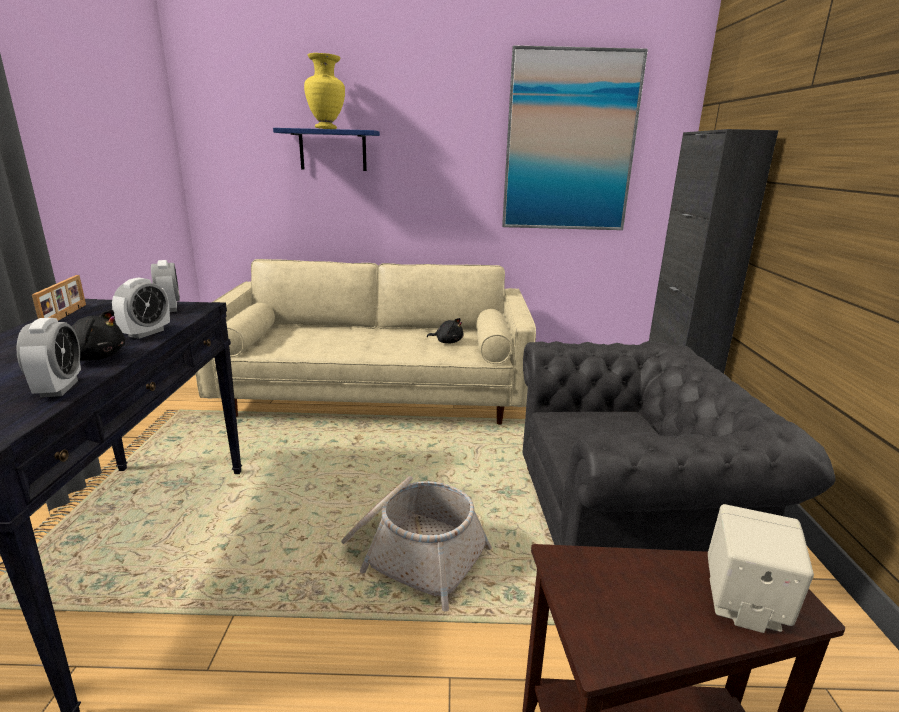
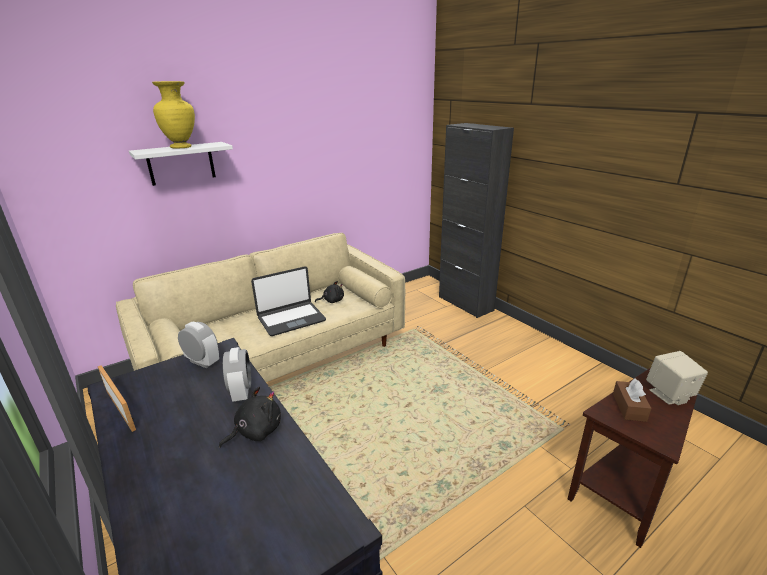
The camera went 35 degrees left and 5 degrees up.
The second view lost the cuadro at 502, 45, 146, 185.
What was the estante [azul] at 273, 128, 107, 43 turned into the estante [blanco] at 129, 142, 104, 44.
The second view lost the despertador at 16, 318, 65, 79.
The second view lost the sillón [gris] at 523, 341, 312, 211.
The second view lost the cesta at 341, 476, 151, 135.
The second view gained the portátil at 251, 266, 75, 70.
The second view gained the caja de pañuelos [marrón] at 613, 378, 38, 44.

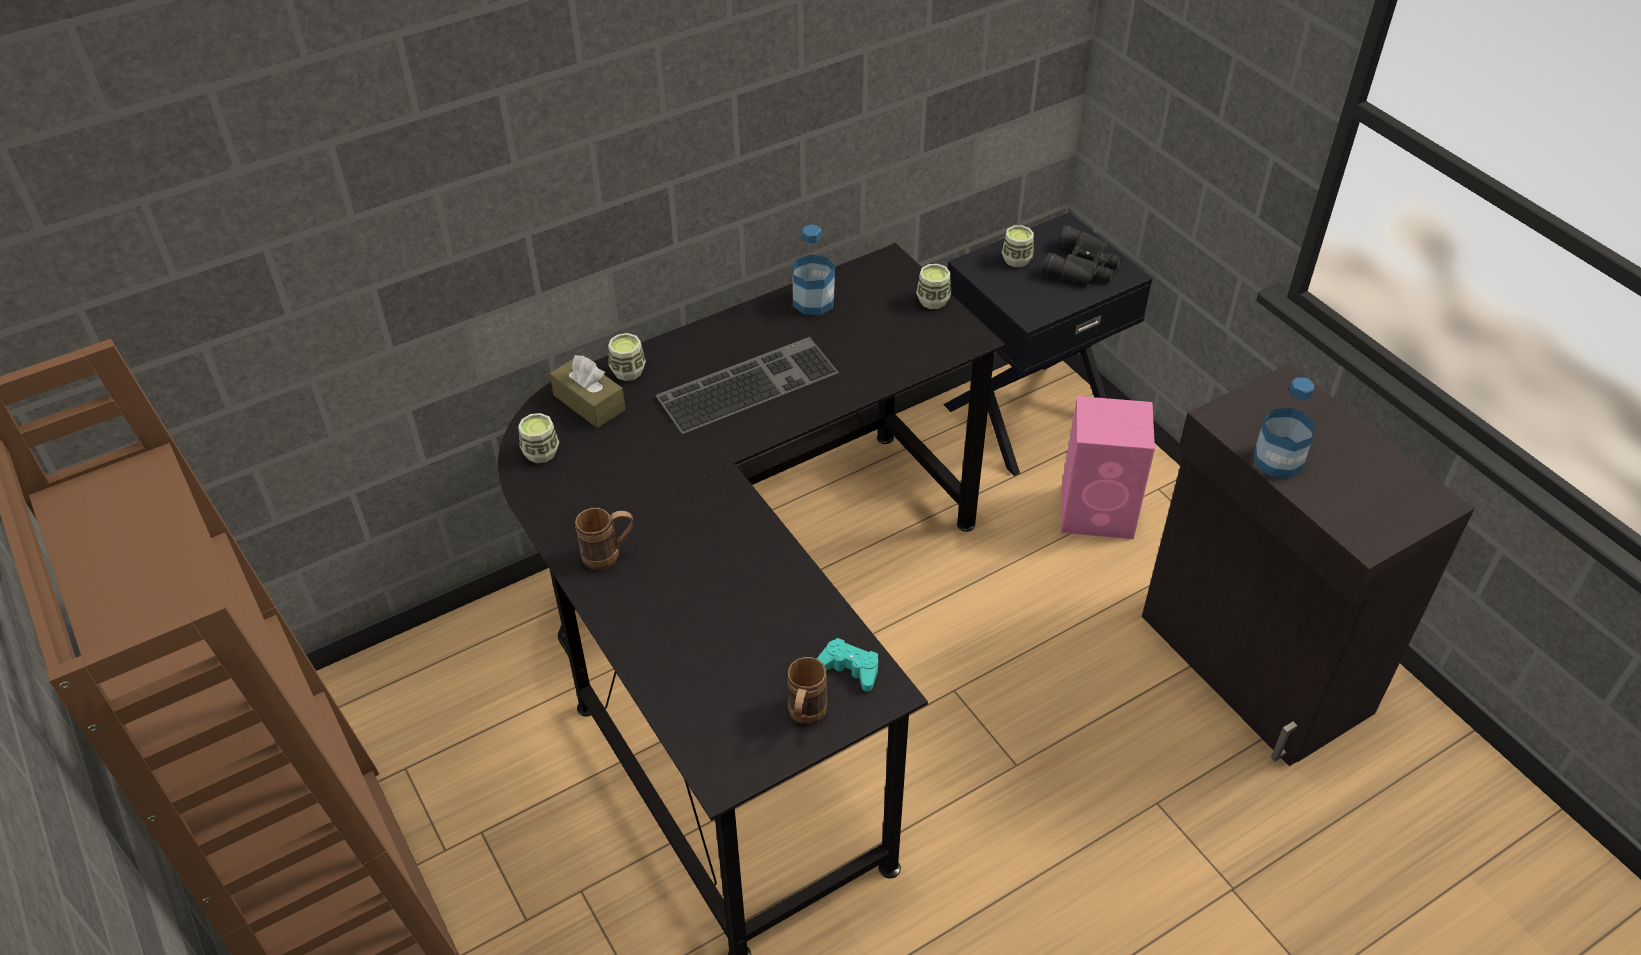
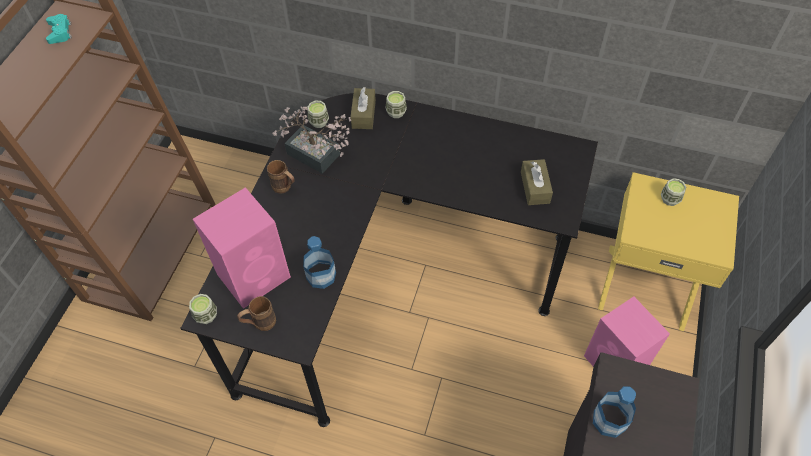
The camera went 50 degrees right and 10 degrees up.
What was the mesita de noche [negro] at 943, 212, 209, 264 turned into the mesita de noche [amarillo] at 598, 172, 141, 159.
The botella ended up elsewhere, having gone from 792, 224, 43, 91 to 303, 236, 33, 53.
The second view lost the prismáticos [negro] at 1042, 225, 79, 59.
The taza ended up elsewhere, having gone from 916, 264, 35, 45 to 189, 294, 28, 30.
The second view lost the teclado at 656, 337, 183, 97.
The mando de consola [turquesa] ended up elsewhere, having gone from 817, 638, 61, 53 to 46, 14, 26, 30.
The second view gained the planta en maceta at 272, 107, 79, 67.
The second view gained the caja de pañuelos [marrón] at 521, 159, 32, 46.
The second view gained the altavoz [rosa] at 193, 187, 98, 122.

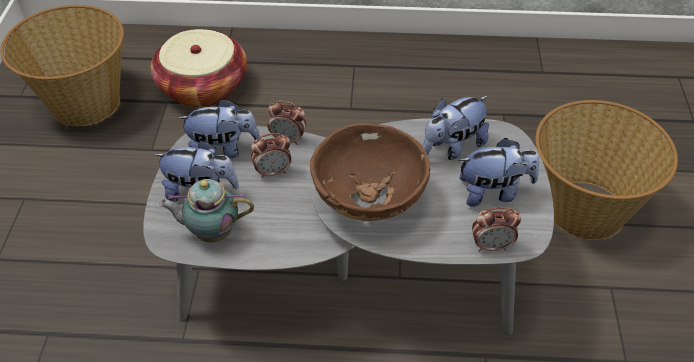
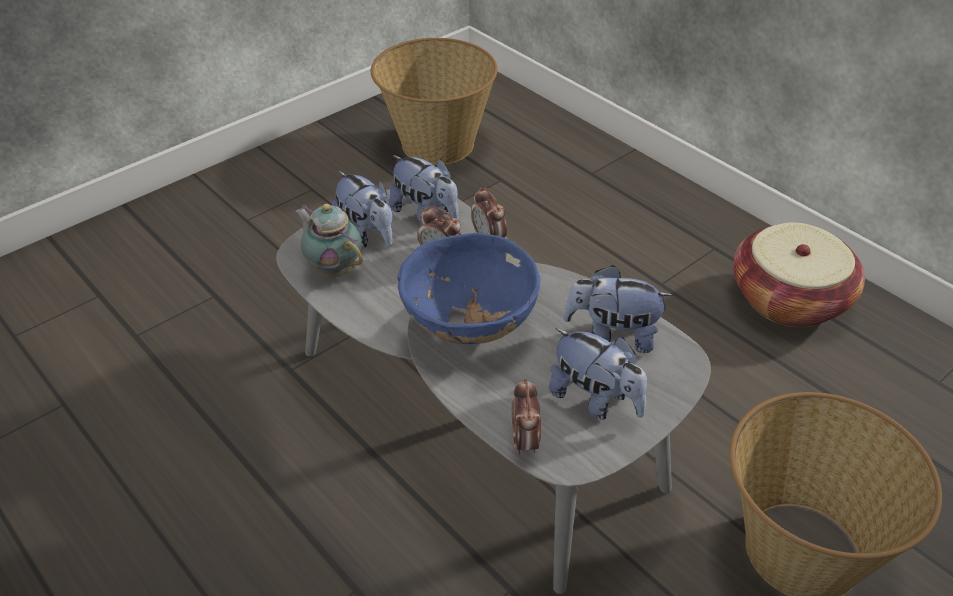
The camera went 45 degrees right and 5 degrees down.
The cesta ended up elsewhere, having gone from 151, 29, 96, 78 to 733, 223, 132, 104.
What was the cuenco [marrón] at 310, 123, 120, 98 turned into the cuenco [azul] at 397, 233, 144, 111.
The despertador at 472, 207, 49, 45 ended up facing another way, 45 degrees clockwise from before.

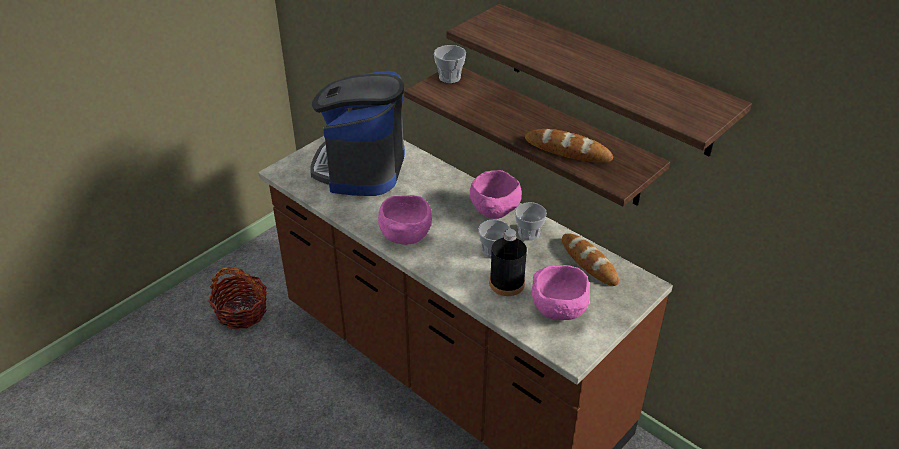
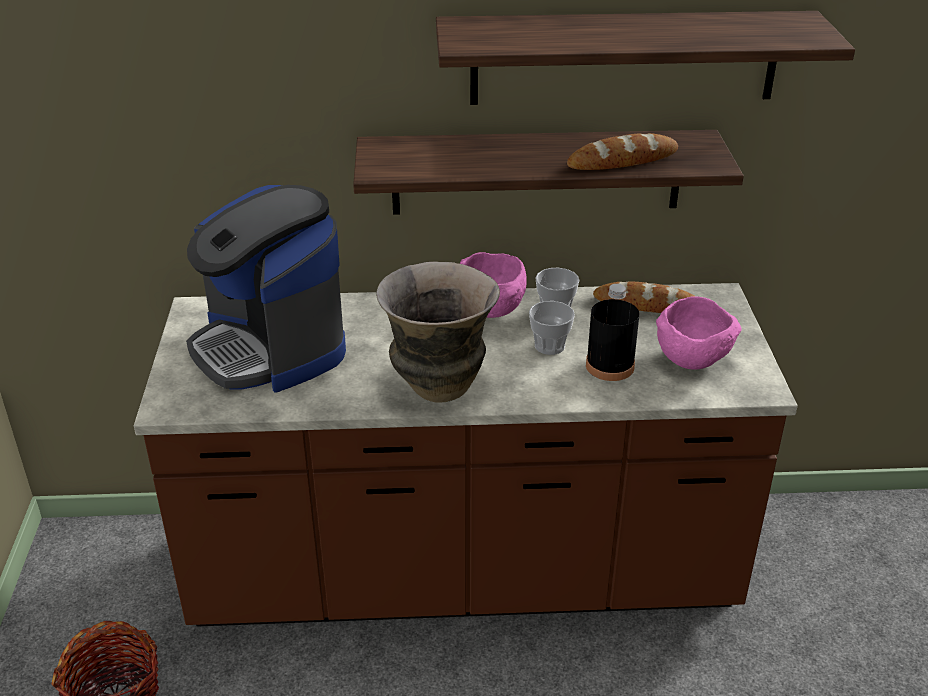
The camera went 45 degrees left and 5 degrees down.
The second view lost the taza at 434, 45, 32, 38.
Where the cuenco [rosa] stood at 378, 195, 54, 50, the florero came to stand at 376, 261, 124, 141.

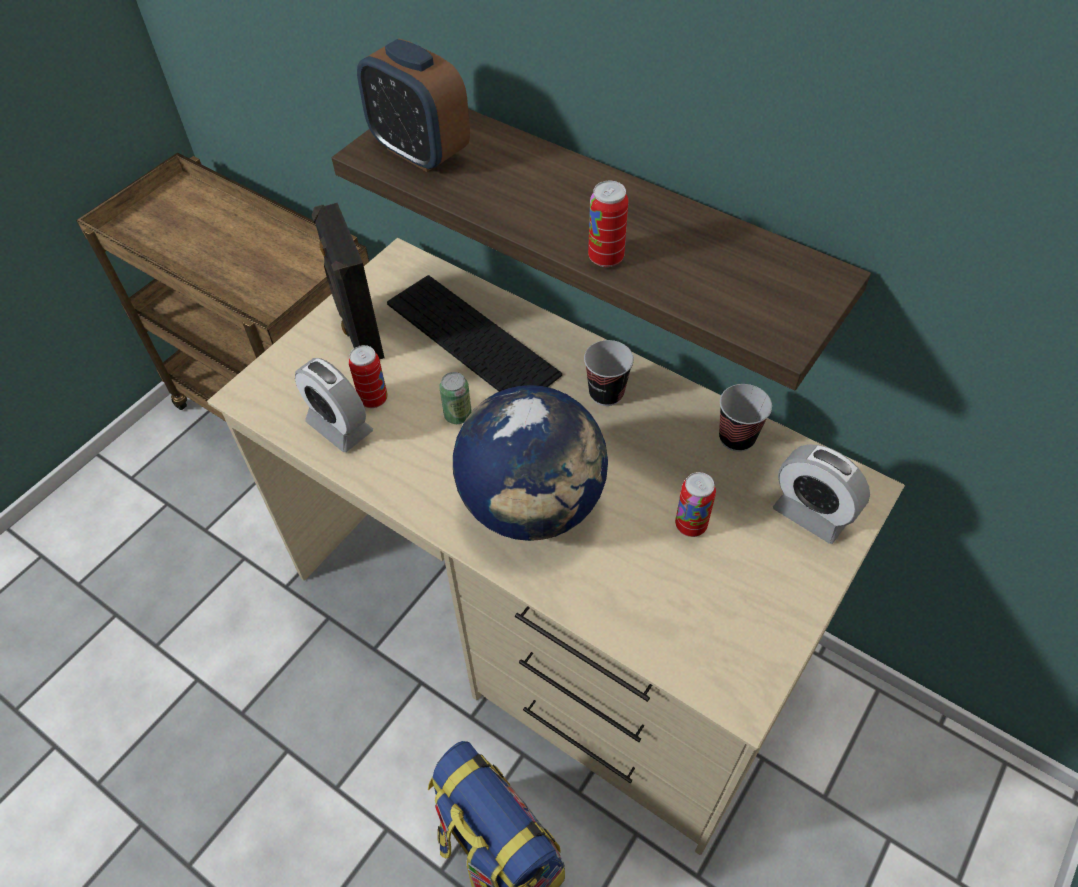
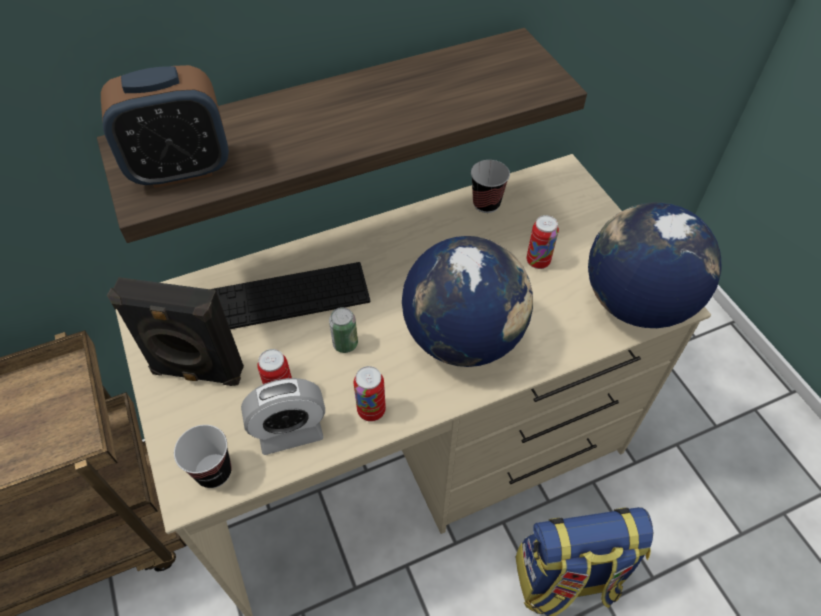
The camera went 60 degrees left and 0 degrees up.
The lata ended up elsewhere, having gone from 588, 181, 40, 86 to 354, 366, 32, 56.
The taza ended up elsewhere, having gone from 584, 340, 50, 66 to 174, 425, 58, 63.
The second view lost the despertador at 773, 444, 97, 100.
The second view gained the globo terráqueo at 588, 202, 133, 126.

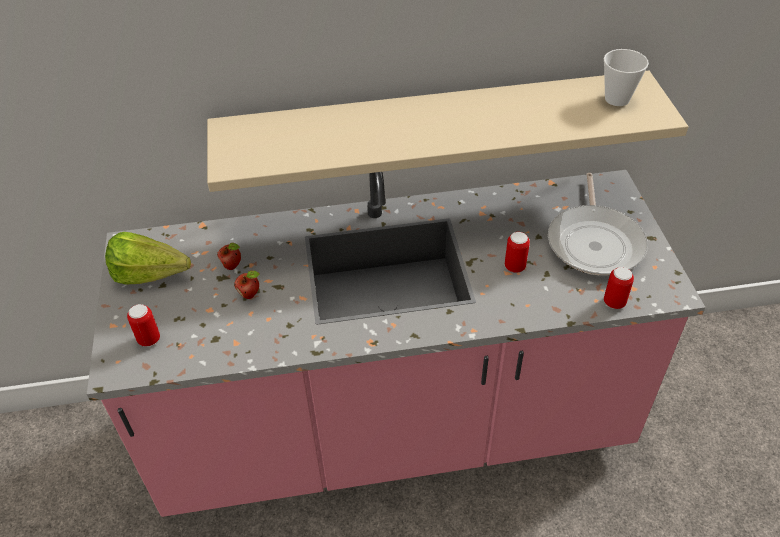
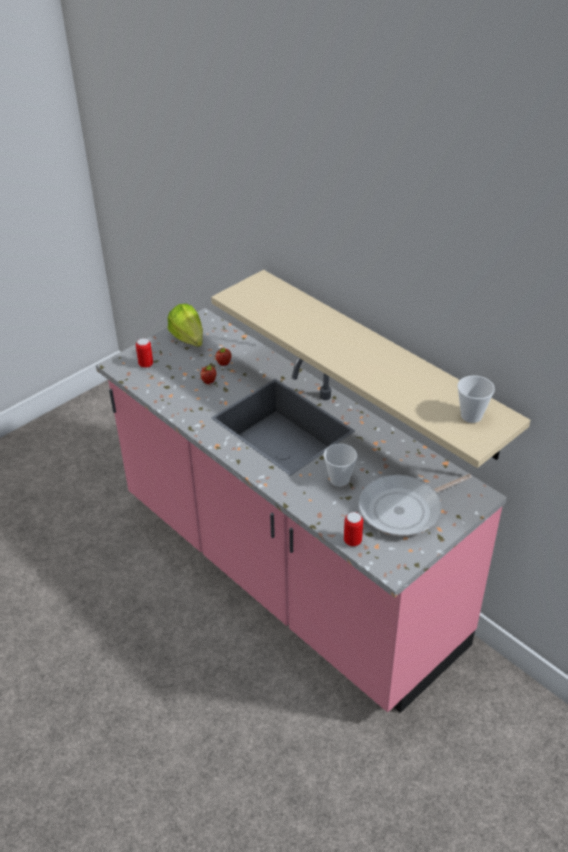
The camera went 55 degrees right and 5 degrees down.
Where the lata stood at 505, 232, 25, 41, the taza came to stand at 324, 444, 33, 43.

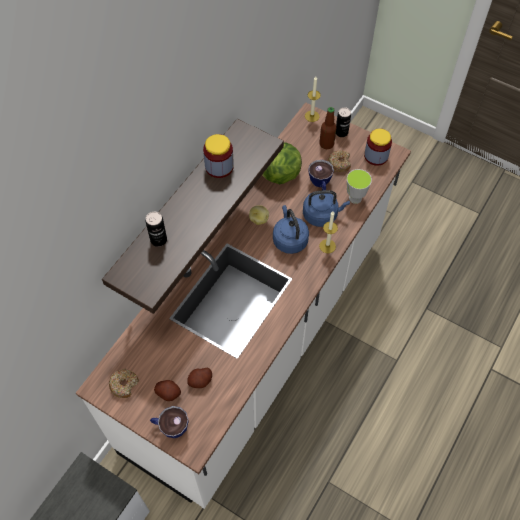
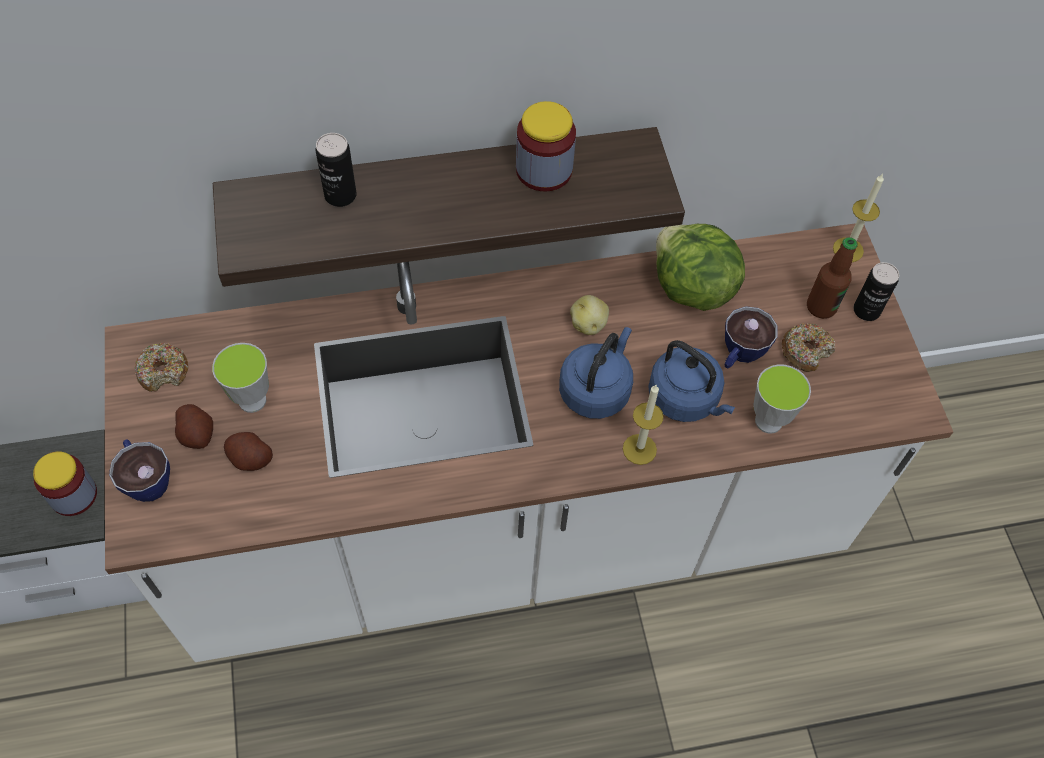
The camera went 45 degrees right and 0 degrees up.
The tarro ended up elsewhere, having gone from 364, 129, 28, 37 to 33, 451, 64, 65.
The second view gained the taza at 212, 343, 57, 70.

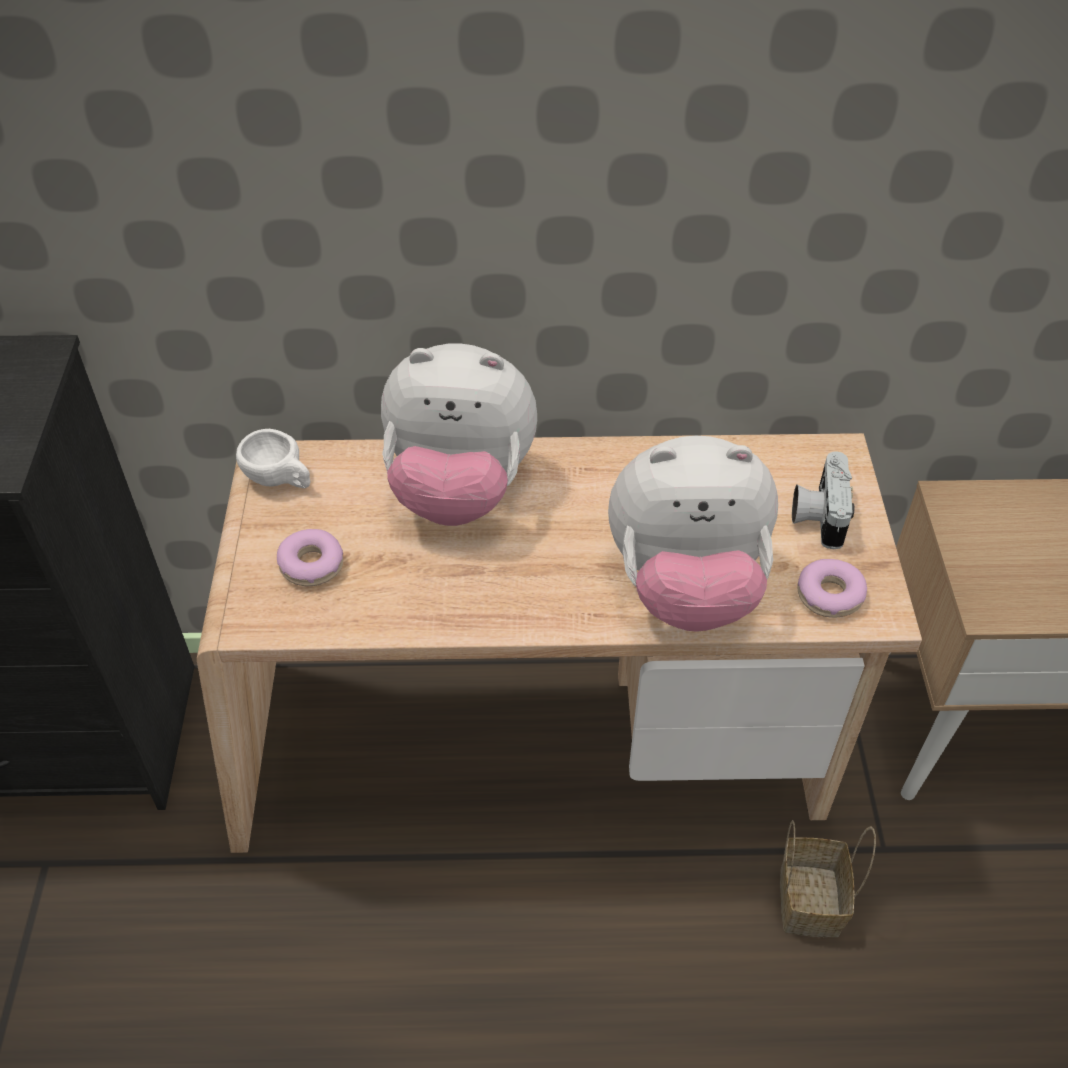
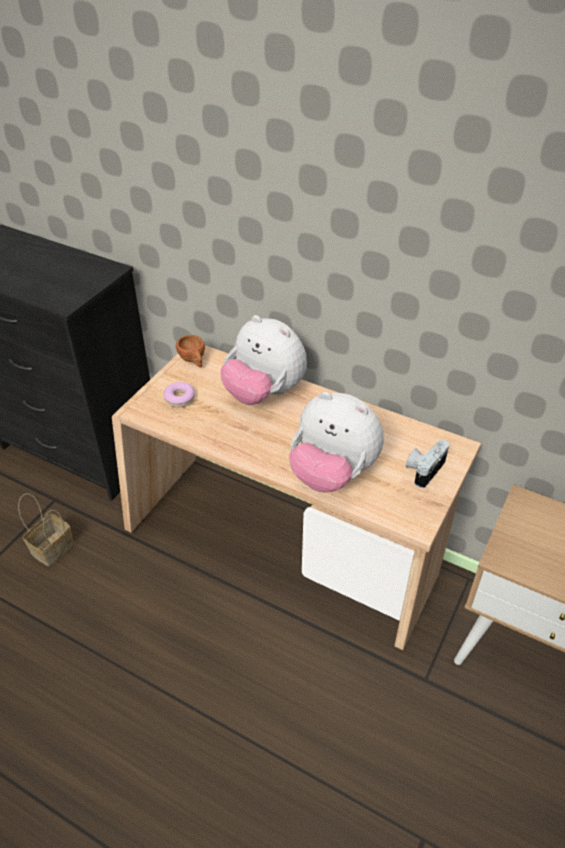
The camera went 30 degrees right and 5 degrees down.
What was the taza [blanco] at 236, 429, 74, 59 turned into the taza [marrón] at 176, 335, 29, 32.
The second view lost the rosquilla at 797, 559, 70, 59.
The cesta ended up elsewhere, having gone from 780, 820, 96, 117 to 18, 493, 56, 73.

